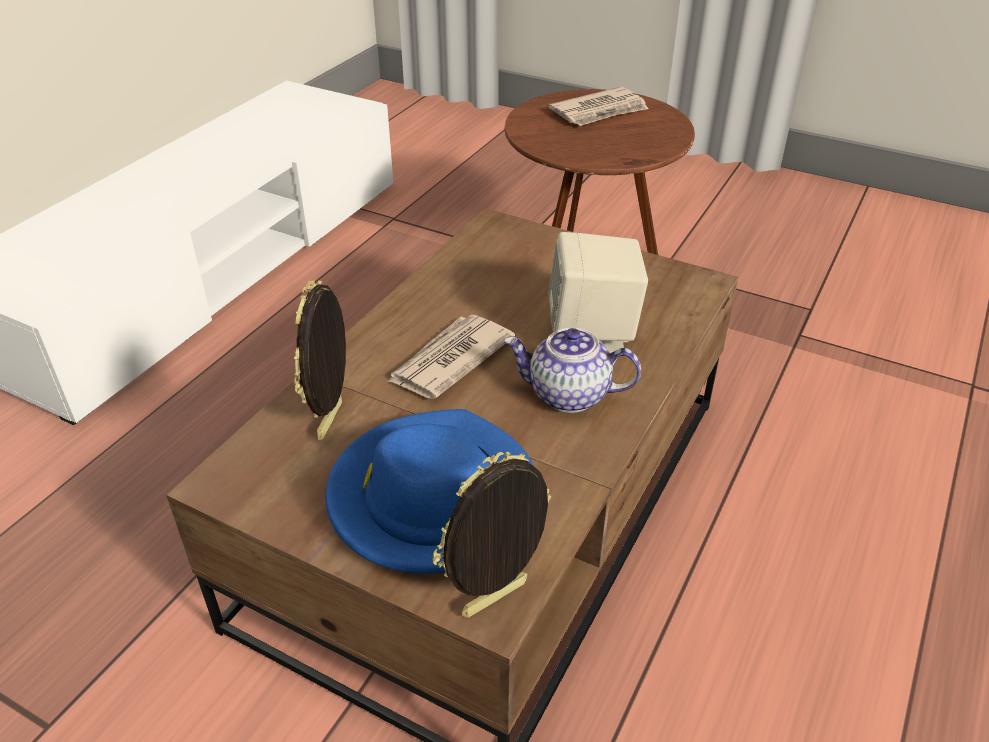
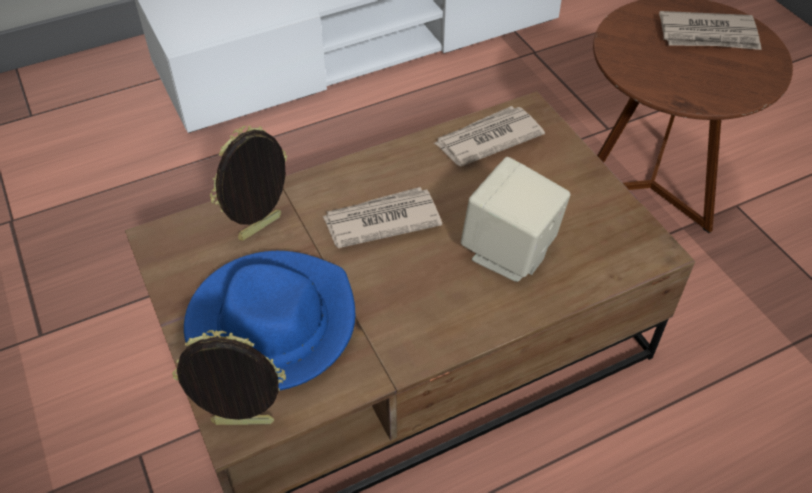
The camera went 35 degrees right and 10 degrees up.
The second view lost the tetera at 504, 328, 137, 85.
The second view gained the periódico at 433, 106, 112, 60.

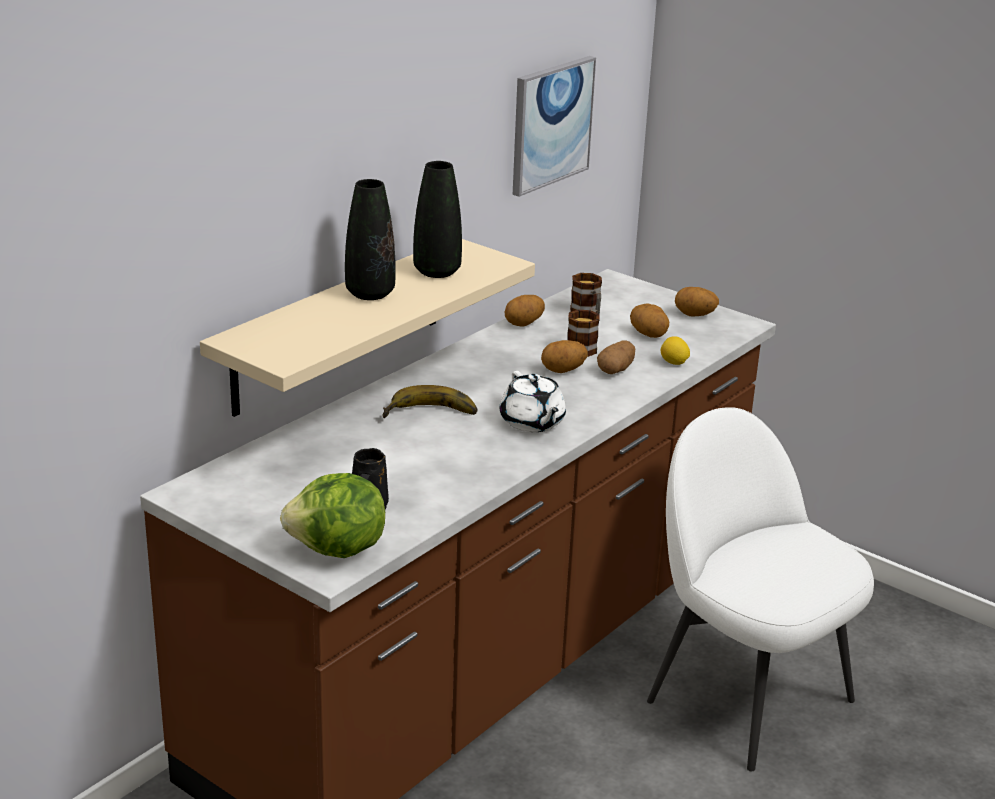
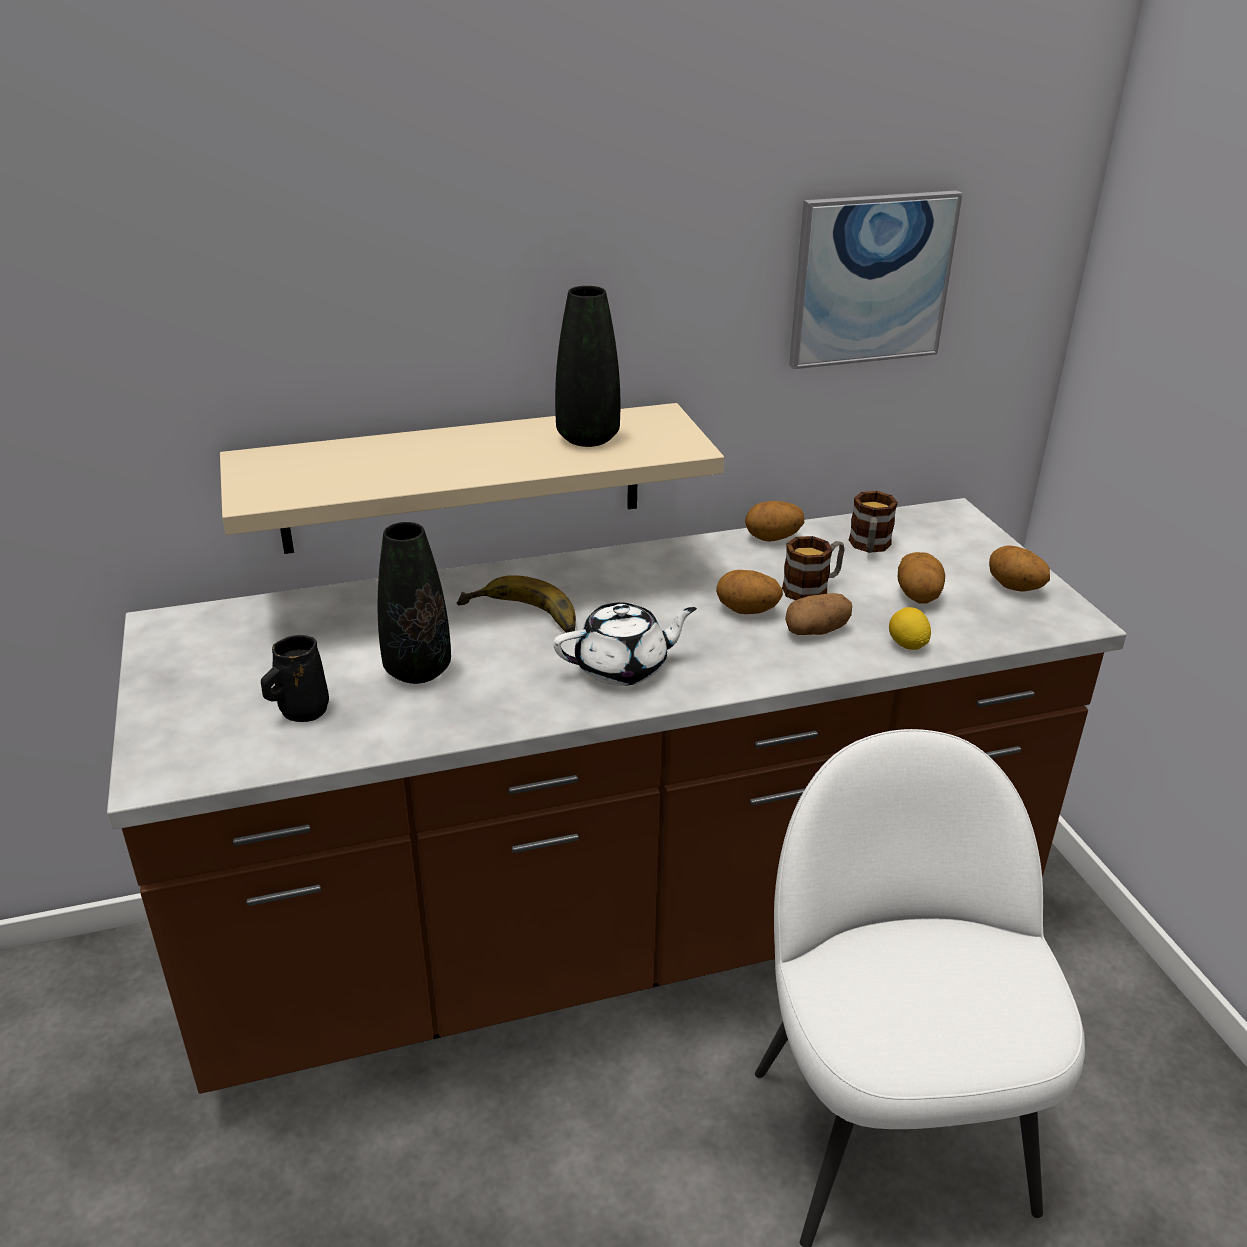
The camera went 35 degrees right and 5 degrees up.
The florero [negro] ended up elsewhere, having gone from 345, 179, 51, 121 to 378, 522, 73, 162.
The tetera [blanco] at 500, 371, 66, 61 ended up facing another way, 120 degrees counterclockwise from before.
The second view lost the lechuga at 280, 473, 105, 85.

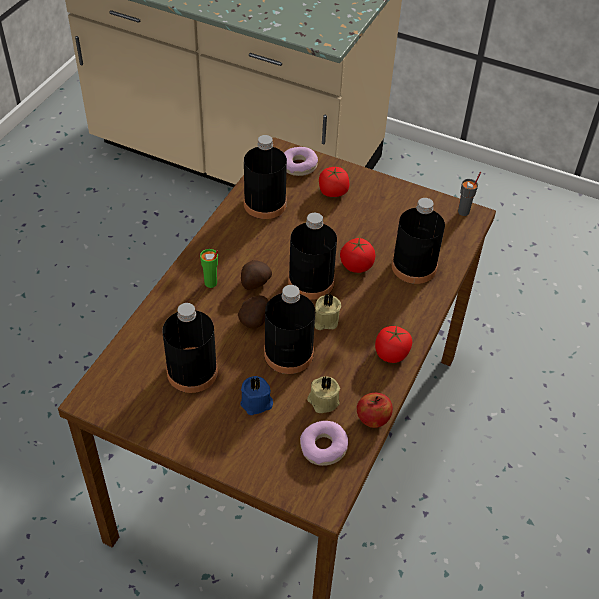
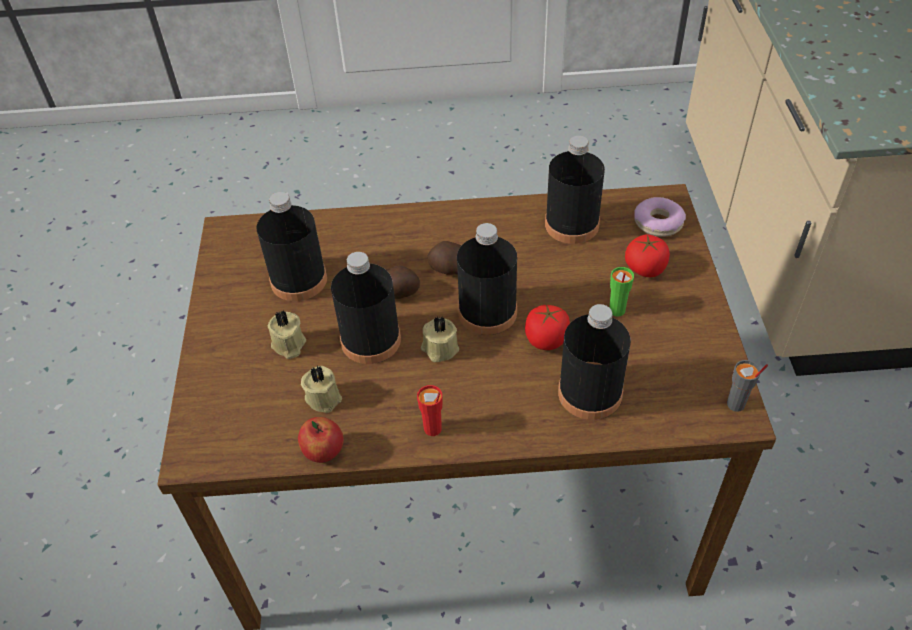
The camera went 65 degrees right and 0 degrees up.
The taza [verde] ended up elsewhere, having gone from 200, 249, 18, 39 to 609, 267, 25, 50.
Where the tomate stood at 375, 326, 37, 37, the taza [rojo] came to stand at 417, 385, 25, 51.
What was the vela [azul] at 240, 376, 33, 39 turned into the vela [beis] at 268, 310, 38, 49.
The second view lost the rosquilla at 300, 421, 48, 45.

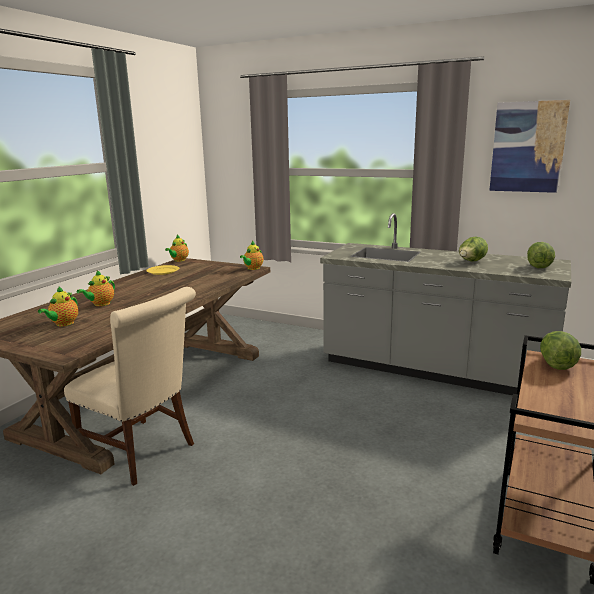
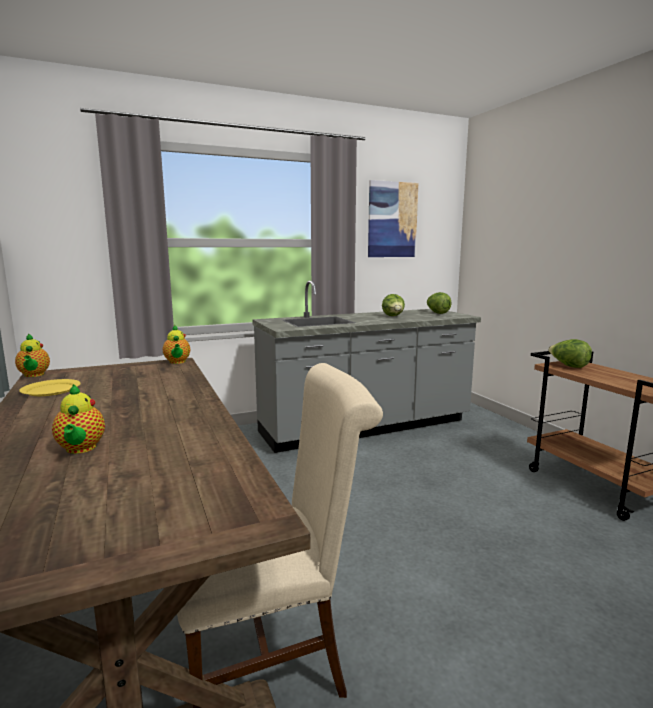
The camera went 50 degrees left and 5 degrees down.
The second view lost the tetera at 38, 286, 40, 40.

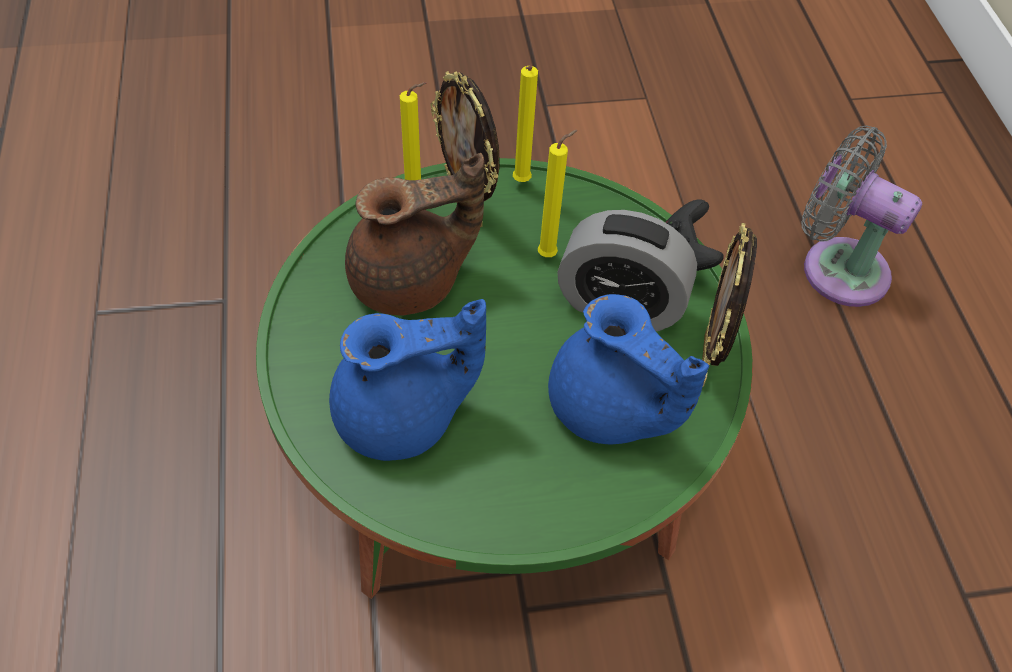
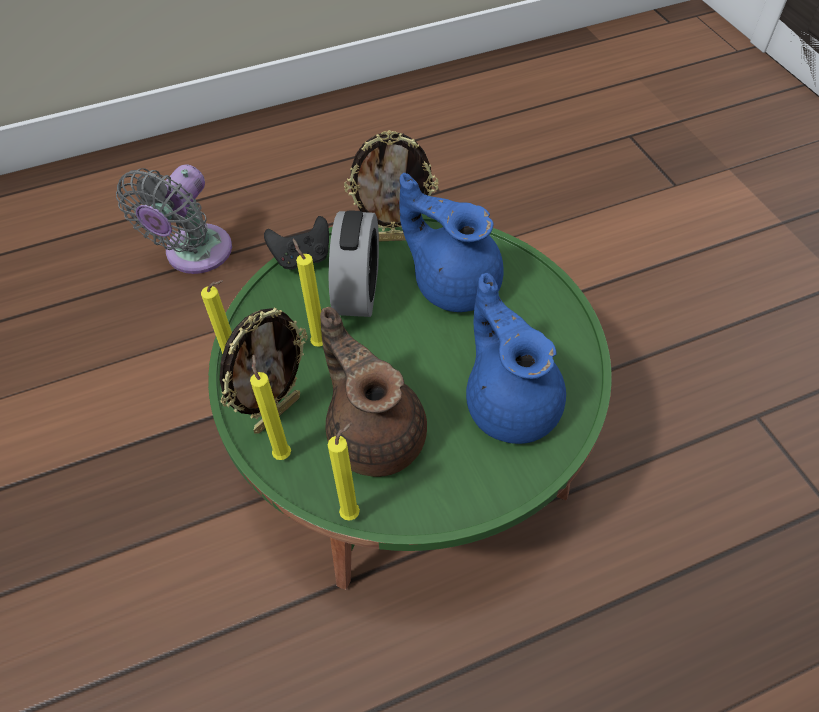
The camera went 100 degrees left and 0 degrees up.
The tetera [azul] at 548, 294, 161, 150 ended up facing another way, 90 degrees counterclockwise from before.
The second view gained the vela [amarillo] at 328, 423, 32, 98.

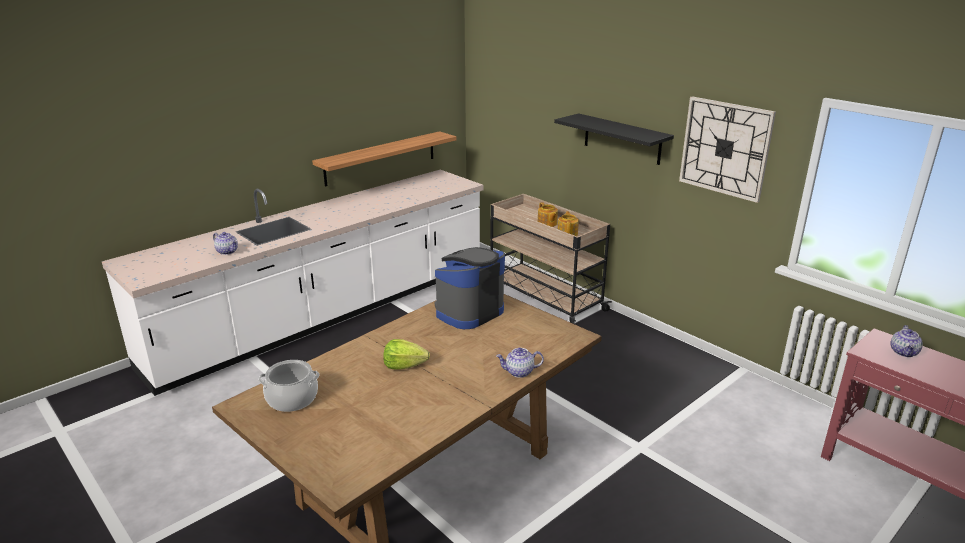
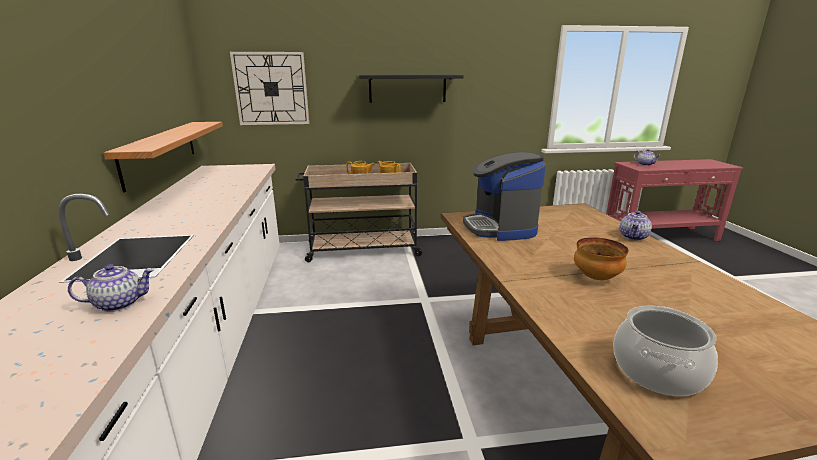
The camera went 55 degrees left and 5 degrees down.
The reloj de pared ended up elsewhere, having gone from 679, 96, 97, 107 to 230, 52, 79, 73.
Where the lechuga stood at 383, 339, 47, 31, the cuenco came to stand at 574, 237, 55, 43.

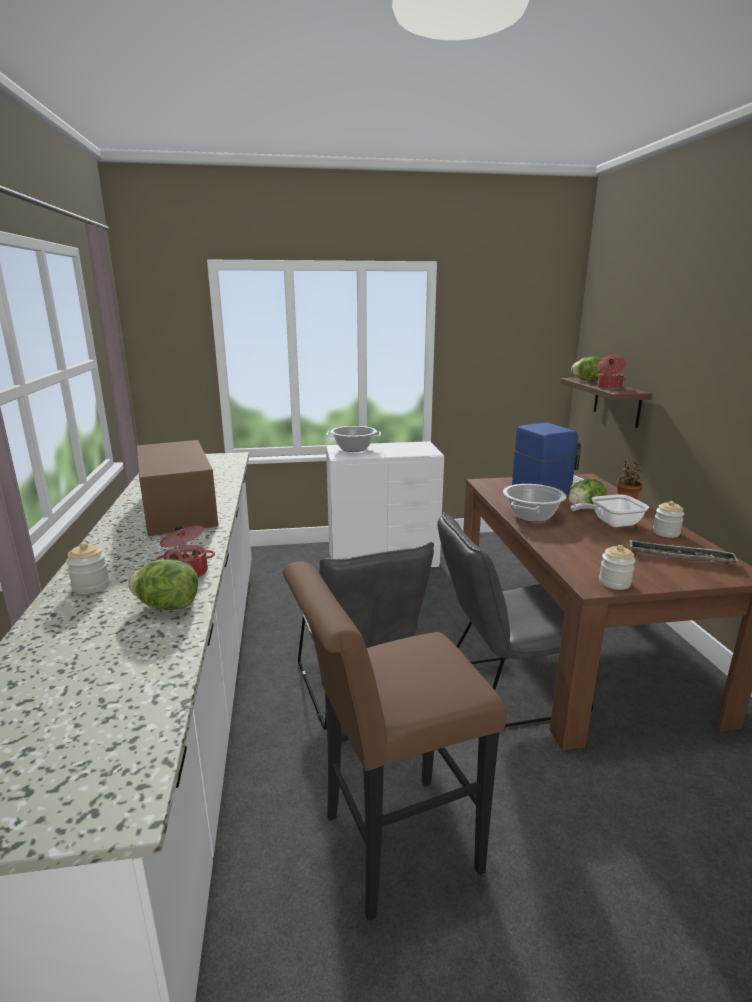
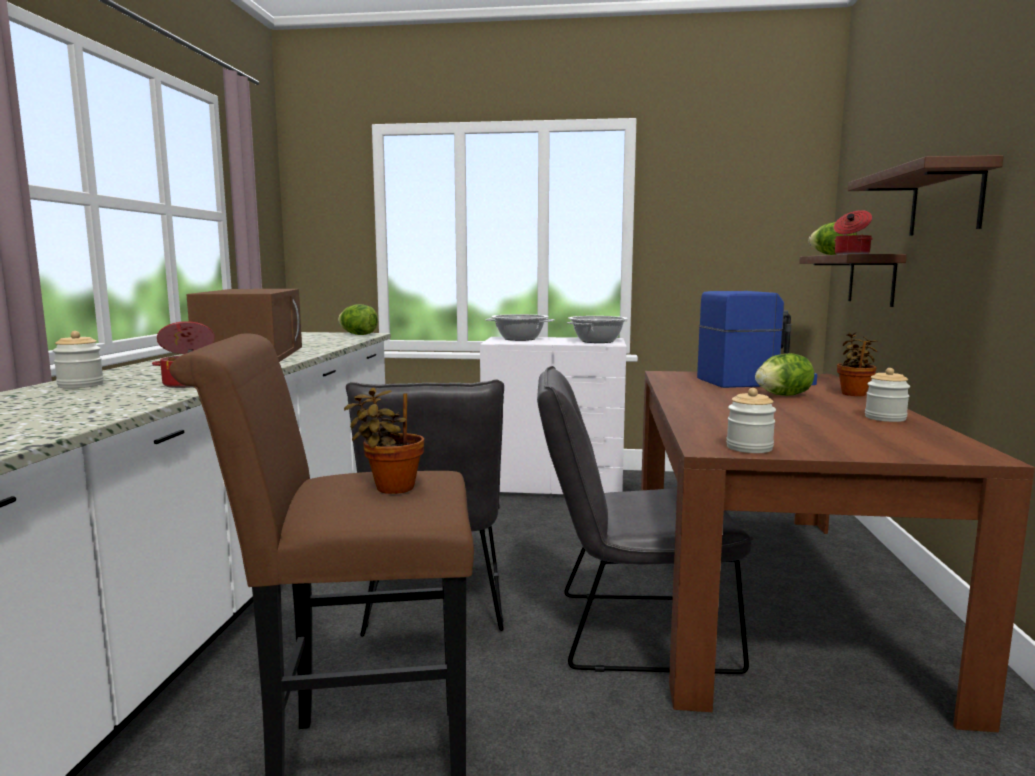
The camera went 15 degrees right and 10 degrees down.
The olla ended up elsewhere, having gone from 503, 484, 63, 38 to 567, 316, 61, 27.
The second view lost the sartén at 571, 494, 78, 33.
The second view lost the bandeja at 630, 540, 108, 24.
The lechuga ended up elsewhere, having gone from 128, 559, 70, 51 to 338, 304, 40, 31.
The second view gained the estante [marrón] at 848, 155, 156, 81.
The second view gained the planta en maceta at 344, 388, 80, 106.

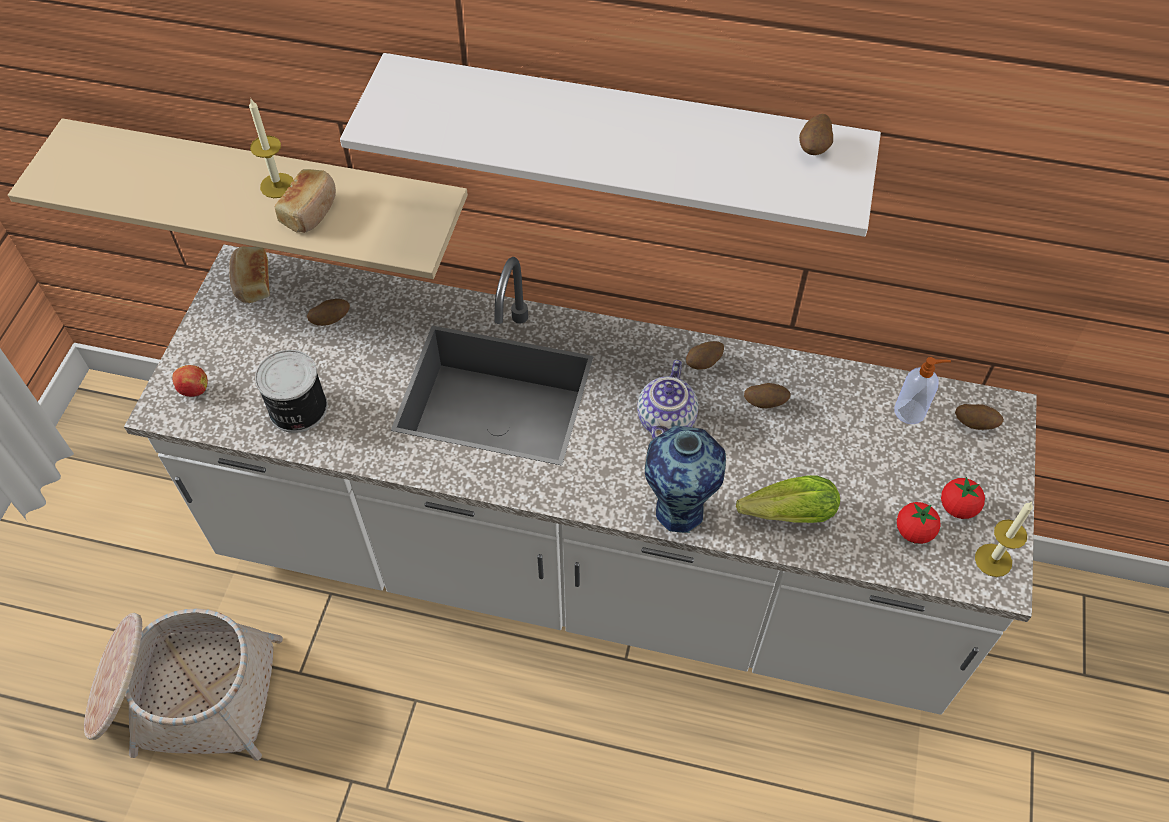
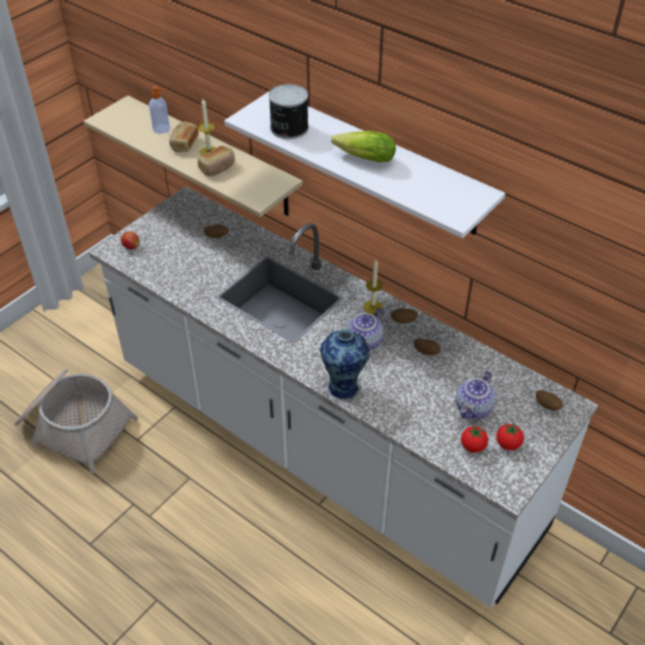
The camera went 25 degrees right and 10 degrees down.
The second view lost the patata at 799, 114, 34, 41.
The pan ended up elsewhere, having gone from 229, 246, 41, 57 to 169, 122, 30, 30.
The lata ended up elsewhere, having gone from 255, 350, 73, 83 to 269, 84, 40, 55.
The dispensador de jabón ended up elsewhere, having gone from 894, 357, 57, 67 to 149, 86, 21, 48.
The lechuga ended up elsewhere, having gone from 736, 476, 104, 47 to 331, 131, 65, 31.
The vela ended up elsewhere, having gone from 975, 502, 58, 75 to 363, 260, 20, 55.
The second view gained the tetera at 456, 371, 40, 48.

